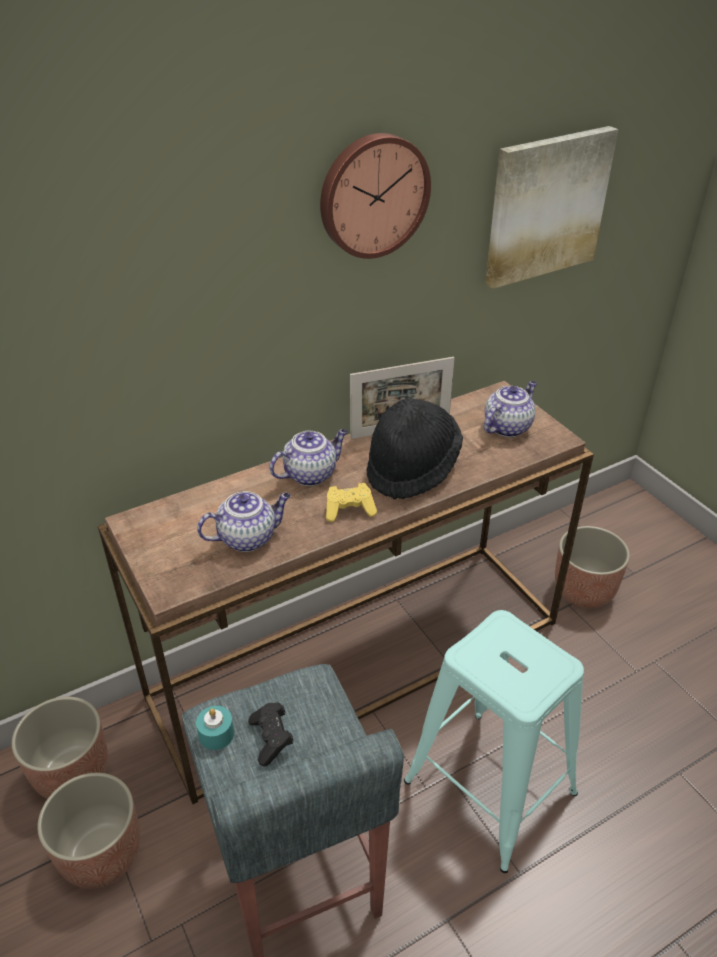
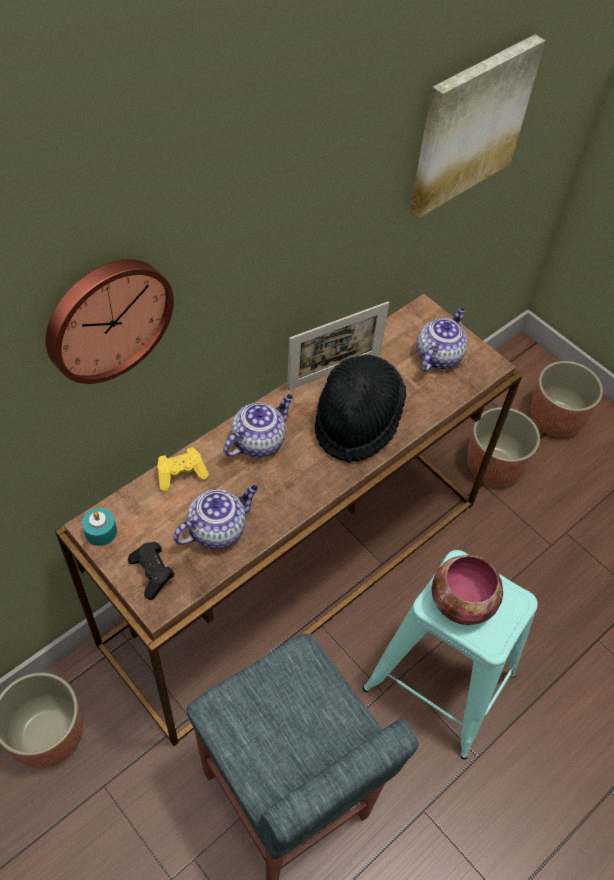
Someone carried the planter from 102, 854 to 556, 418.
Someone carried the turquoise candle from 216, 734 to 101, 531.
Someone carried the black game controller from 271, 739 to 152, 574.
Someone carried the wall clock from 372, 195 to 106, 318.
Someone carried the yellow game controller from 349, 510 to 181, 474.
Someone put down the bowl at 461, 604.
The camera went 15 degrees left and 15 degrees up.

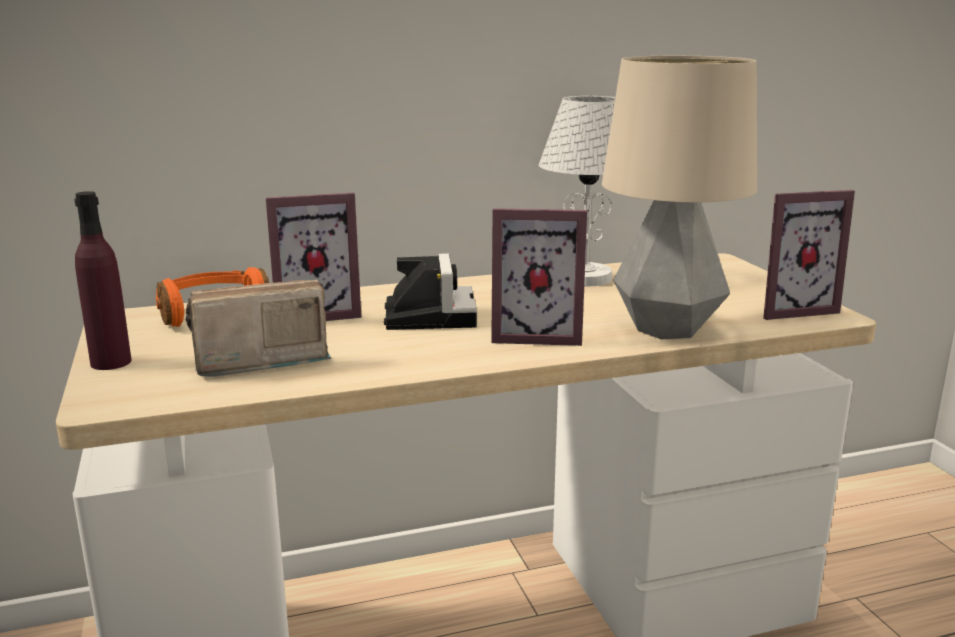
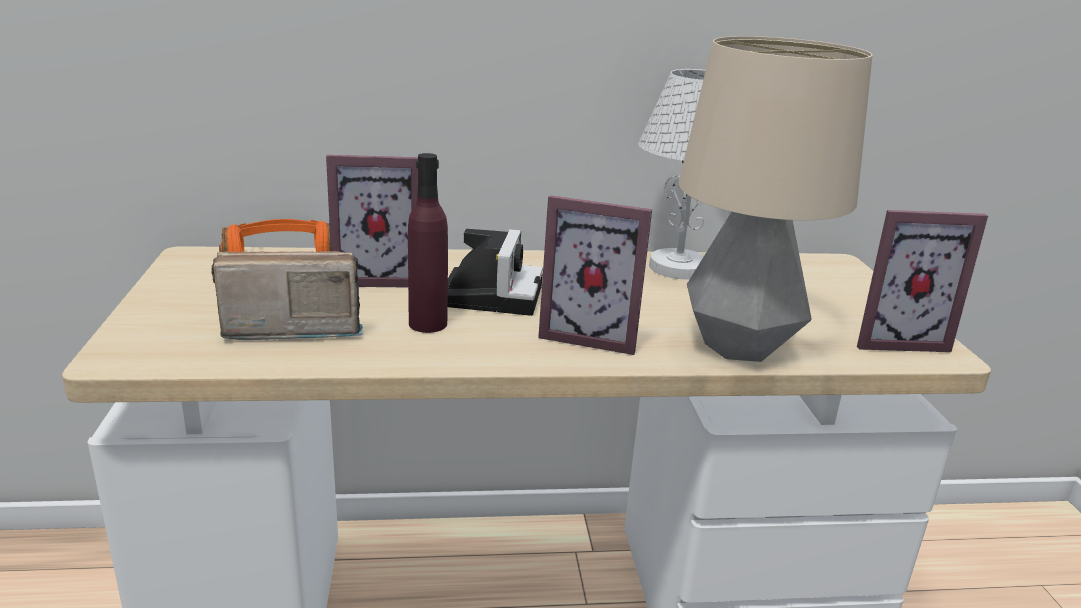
Someone carried the purple bottle from 111, 362 to 428, 324.
The camera went 10 degrees right and 5 degrees up.

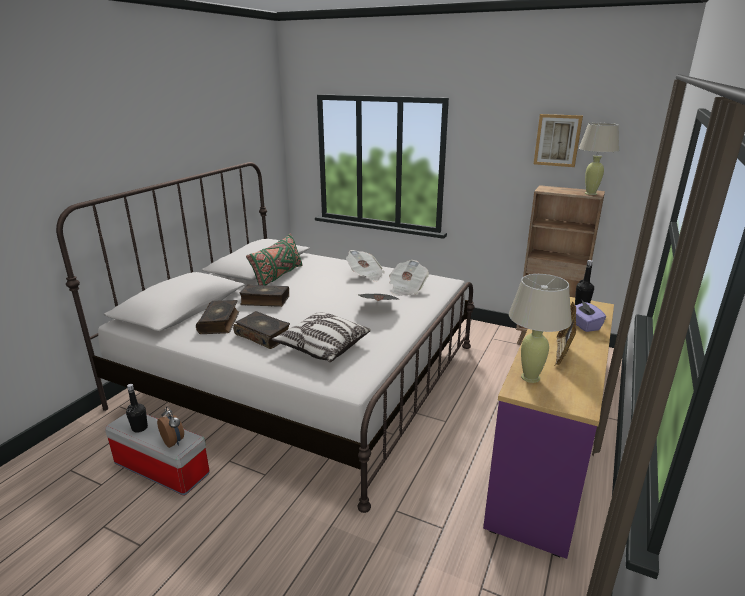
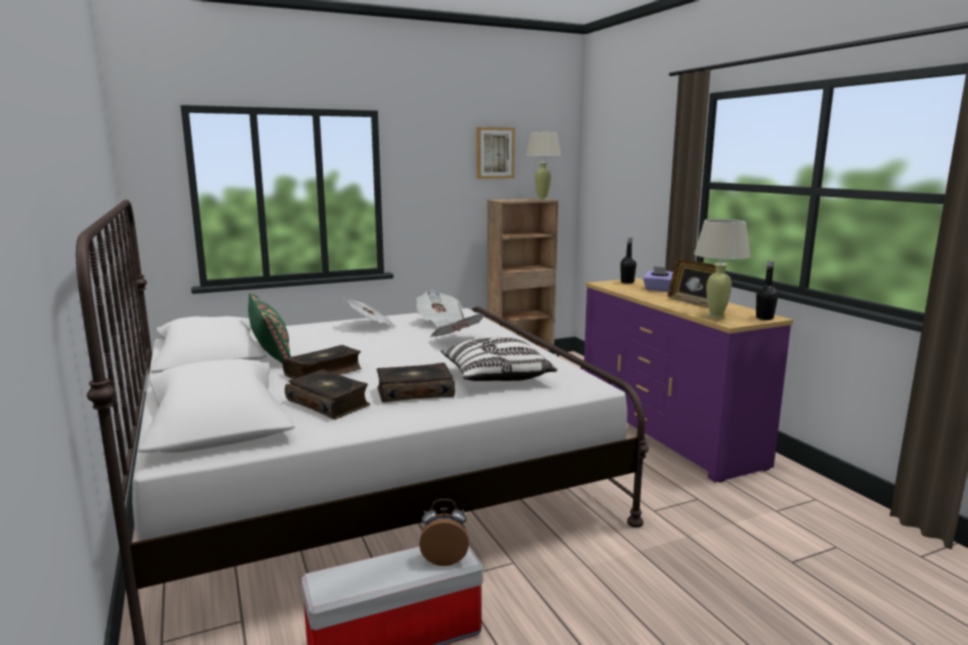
Someone carried the black bottle from 140, 428 to 764, 318.
The camera went 50 degrees left and 10 degrees down.

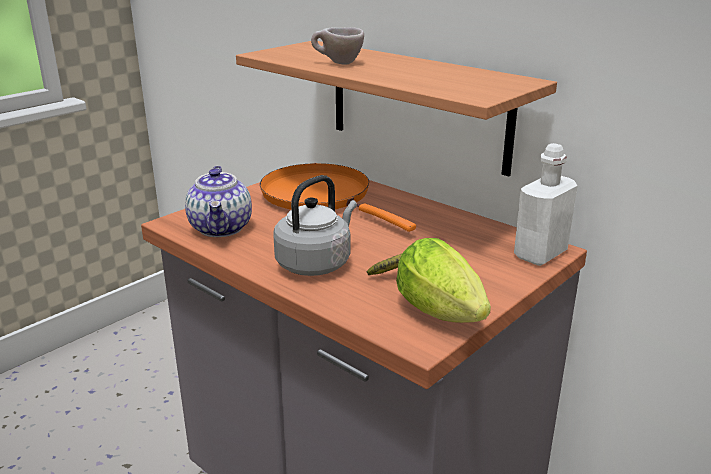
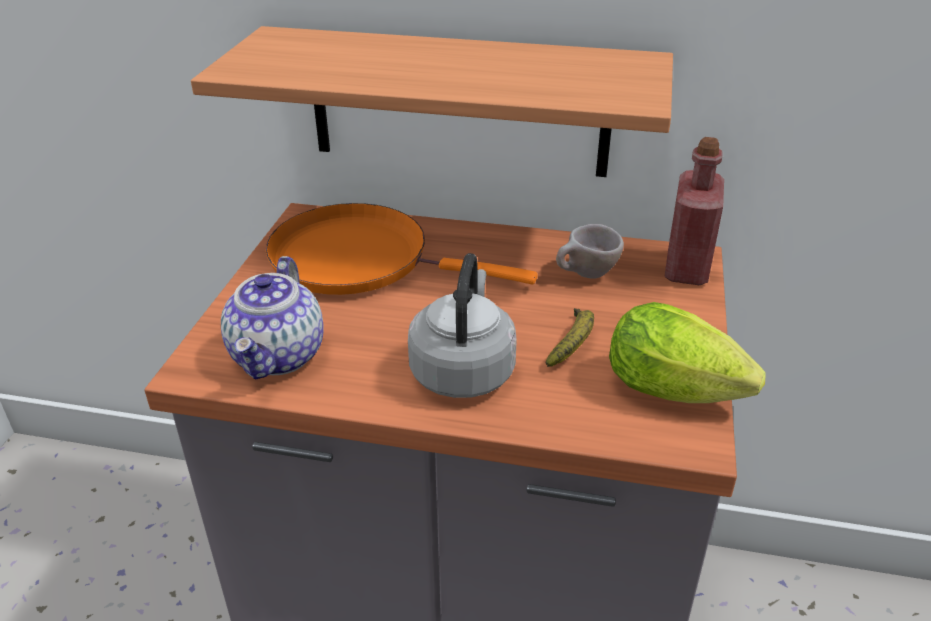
Someone rotated the teapot at 222, 228 by 45 degrees clockwise.
Someone carried the beige cup from 338, 63 to 585, 276.
Someone repainted the white bottle at 540, 254, which became the red bottle at 686, 268.
The camera went 30 degrees left and 10 degrees up.

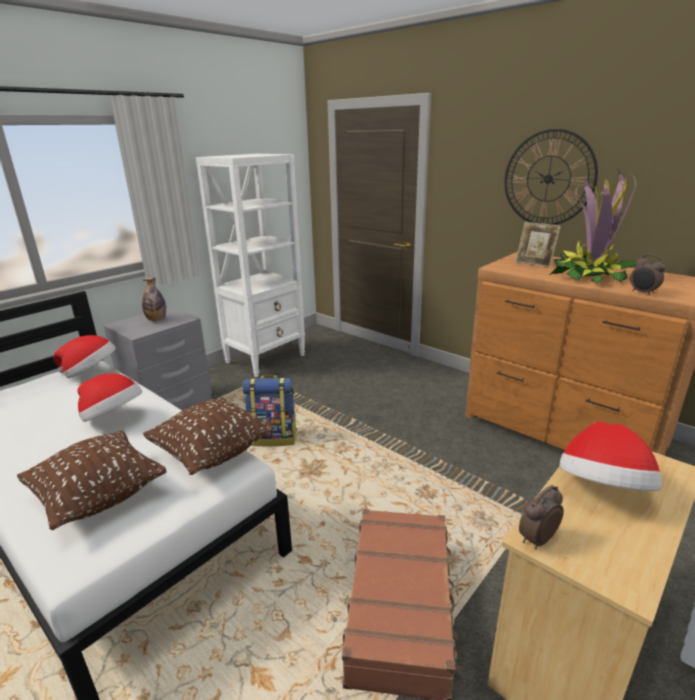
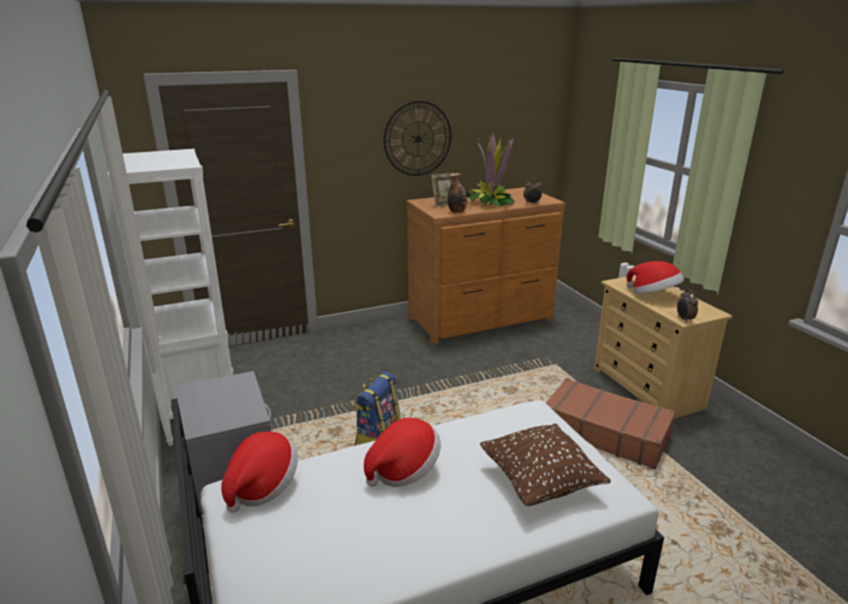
Someone carried the bottle from 156, 319 to 457, 211.
Someone took away the brown pillow at 212, 453.
The camera went 65 degrees left and 0 degrees up.

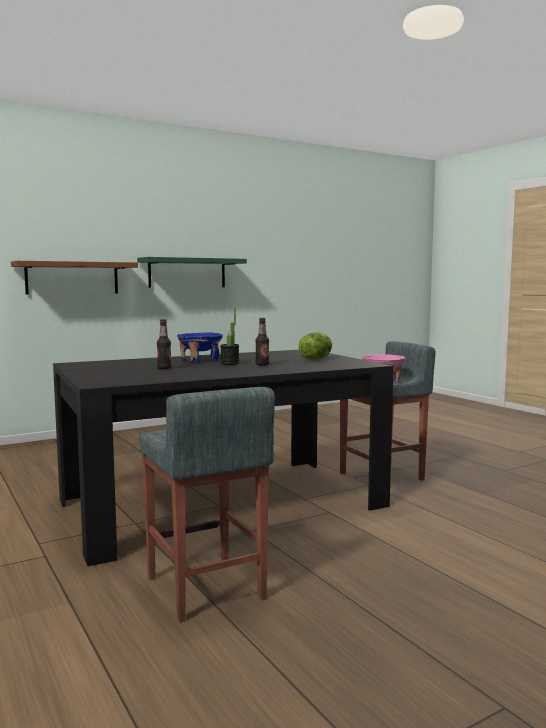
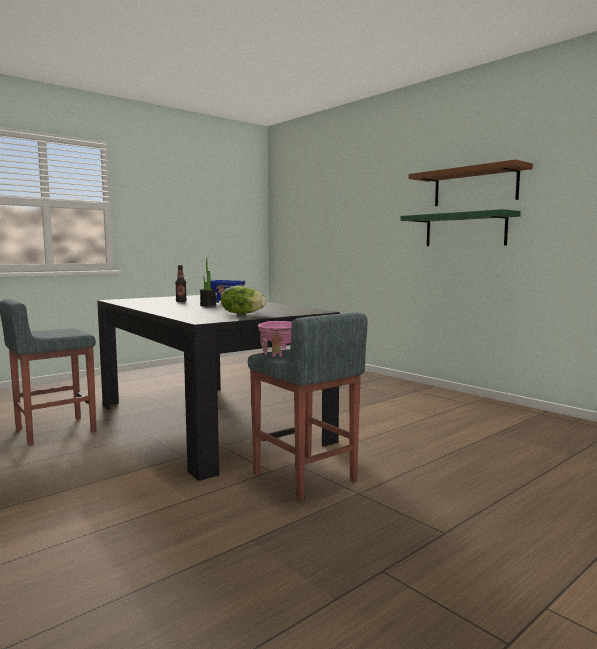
Someone carried the brown shelf from 72, 278 to 475, 187.
Someone took away the bottle at 262, 365.
The camera went 80 degrees right and 0 degrees up.

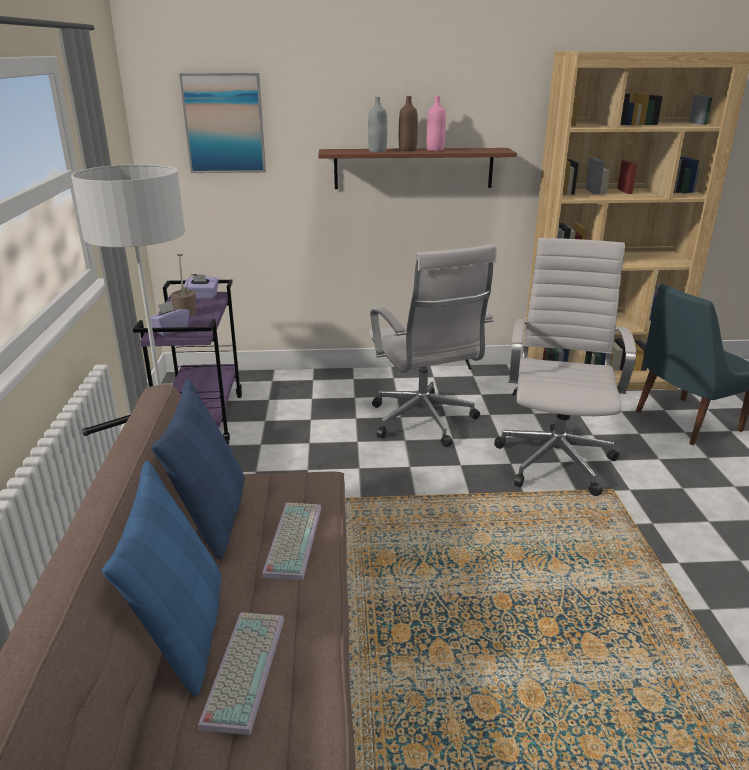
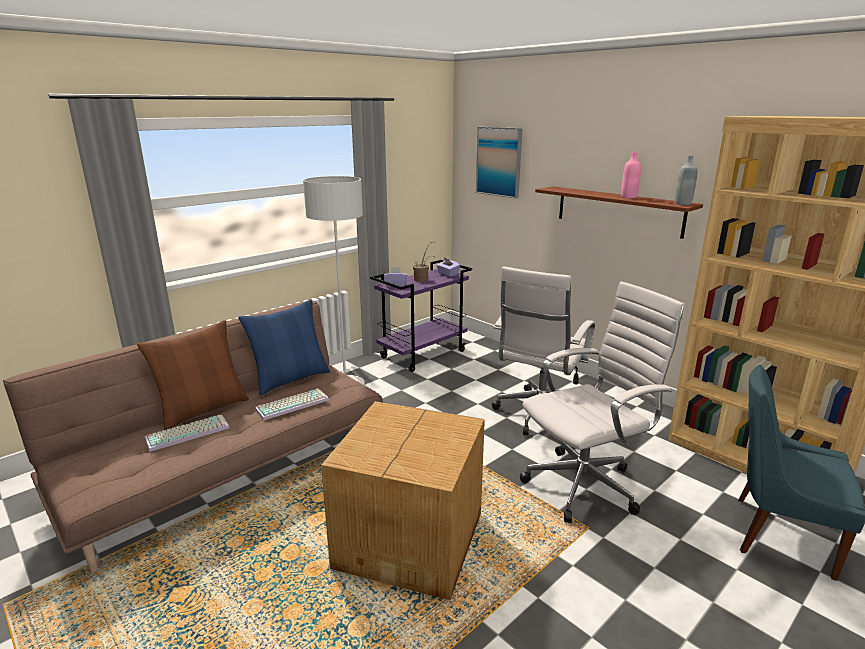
Someone repainted the blue pillow at 183, 630, which became the brown pillow at 203, 410.
Someone carried the grey bottle from 377, 151 to 683, 203.
Someone took away the brown bottle at 407, 149.
Someone put down the cardboard box at 412, 539.
The camera went 50 degrees right and 5 degrees down.

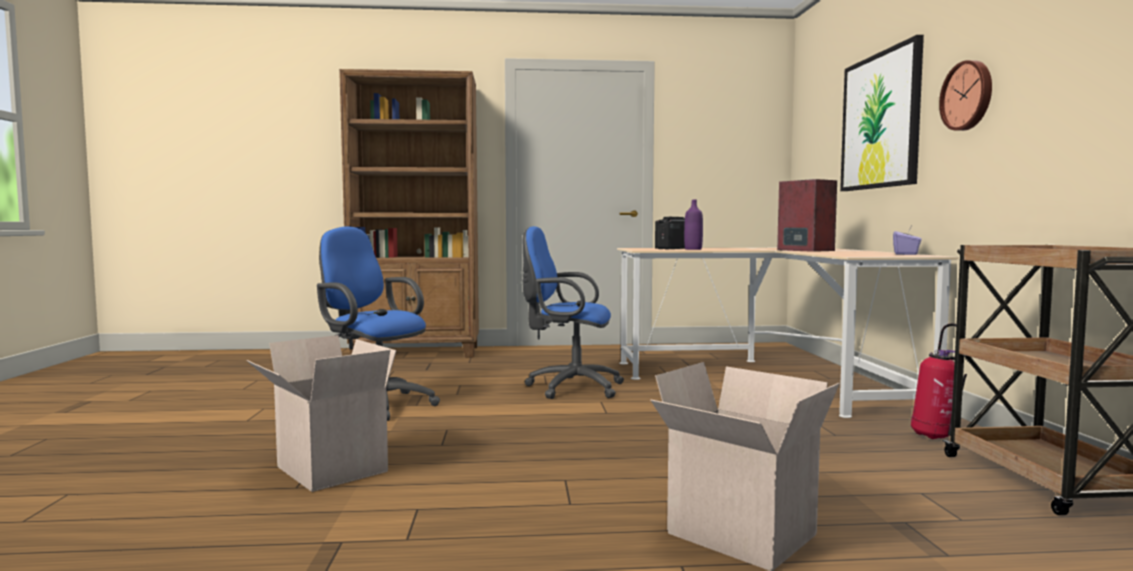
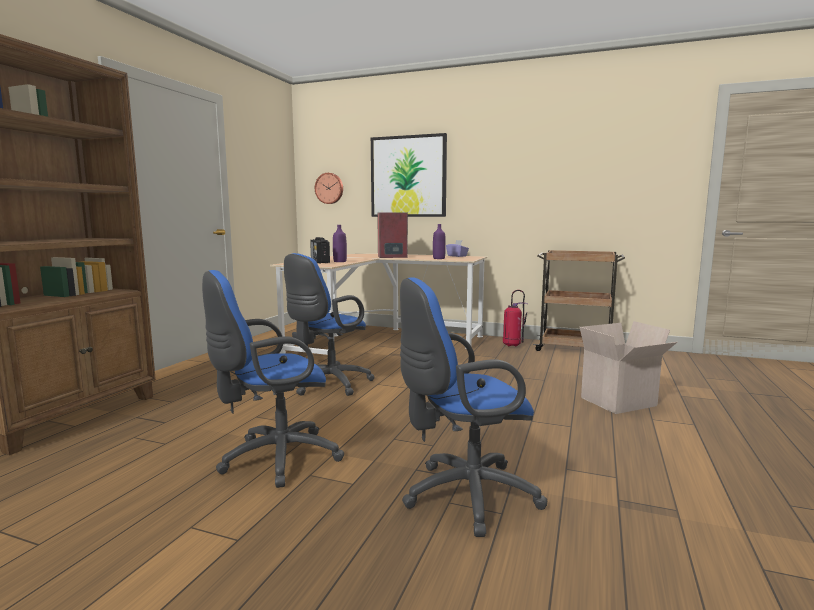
Someone swapped the cardboard box at 327, 469 for the blue office chair at 463, 496.
Someone carried the wall clock from 968, 96 to 329, 188.
Someone put down the purple bottle at 439, 258.
The camera went 65 degrees left and 5 degrees up.

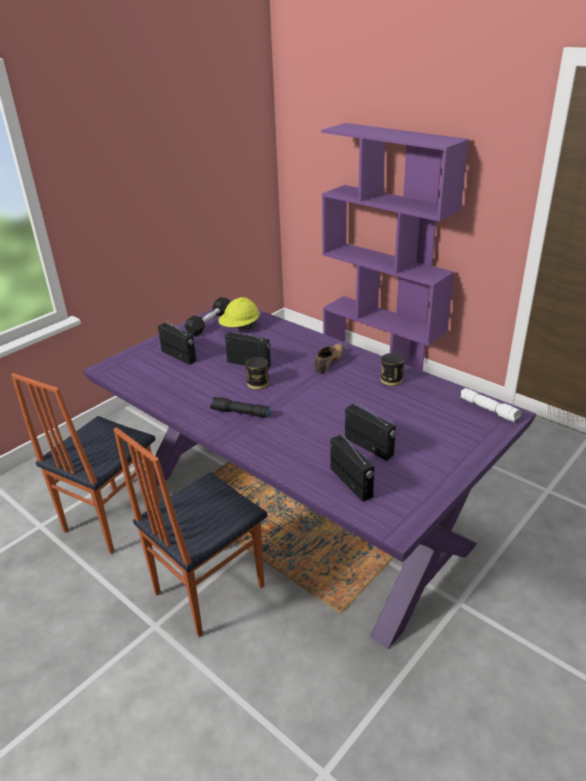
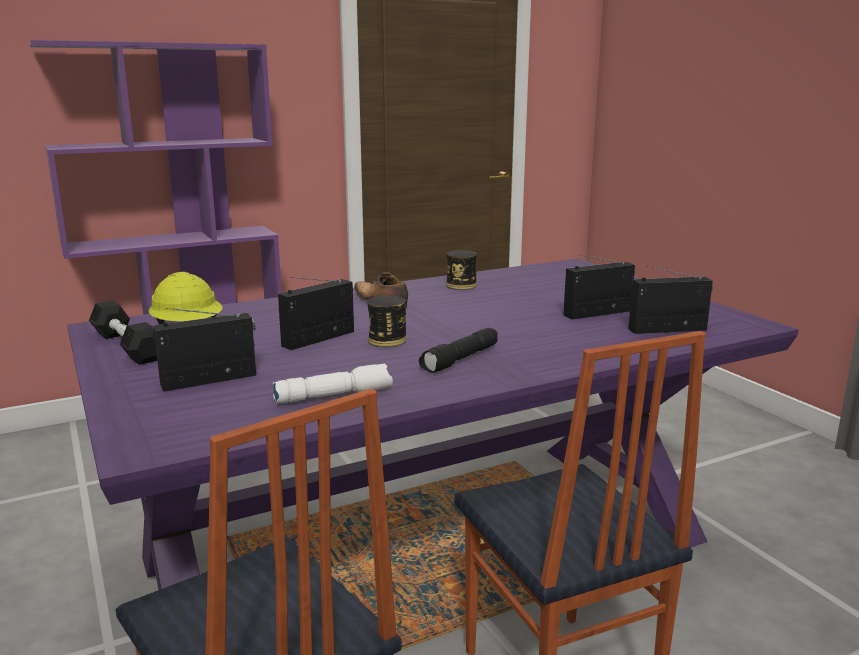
Someone carried the white flashlight from 489, 409 to 334, 395.
The camera went 70 degrees left and 15 degrees down.

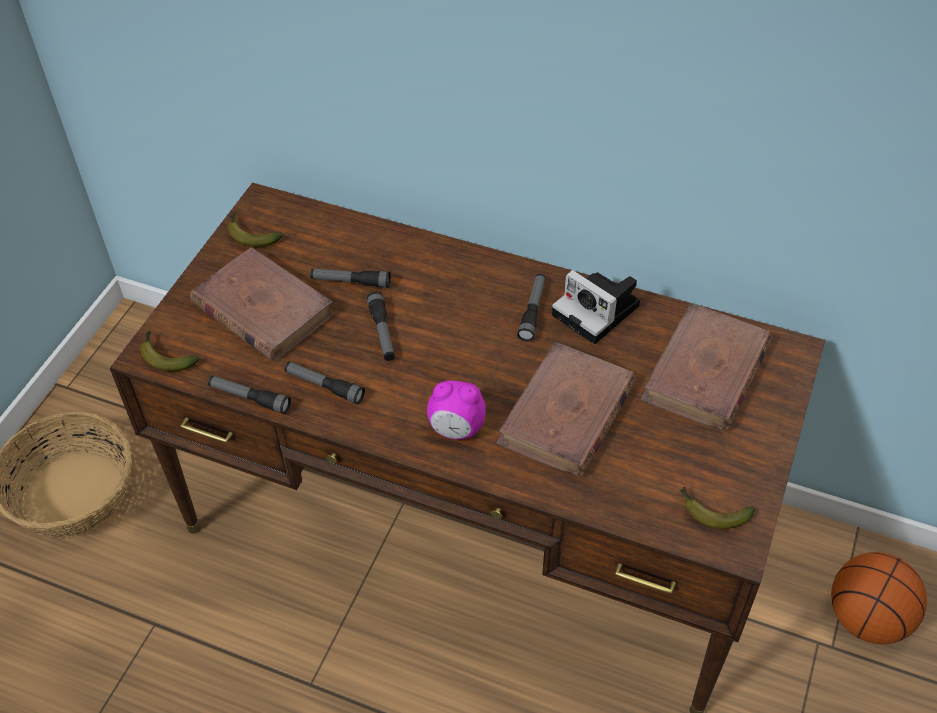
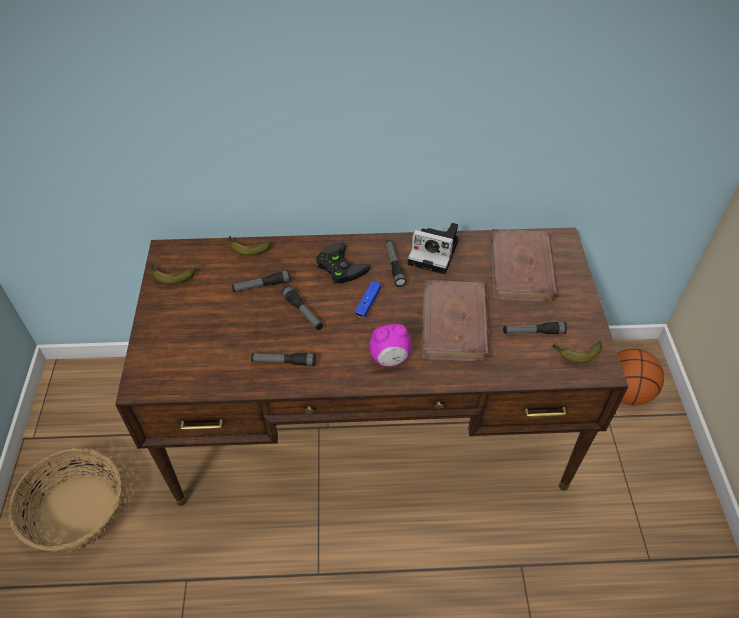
Someone carried the banana from 165, 357 to 247, 248.
Someone took away the brown book at 262, 309.
Someone carried the flashlight from 249, 398 to 533, 332.
Someone put down the black game controller at 338, 266.
Someone put down the blue game controller at 368, 303.
The camera went 25 degrees left and 0 degrees up.

